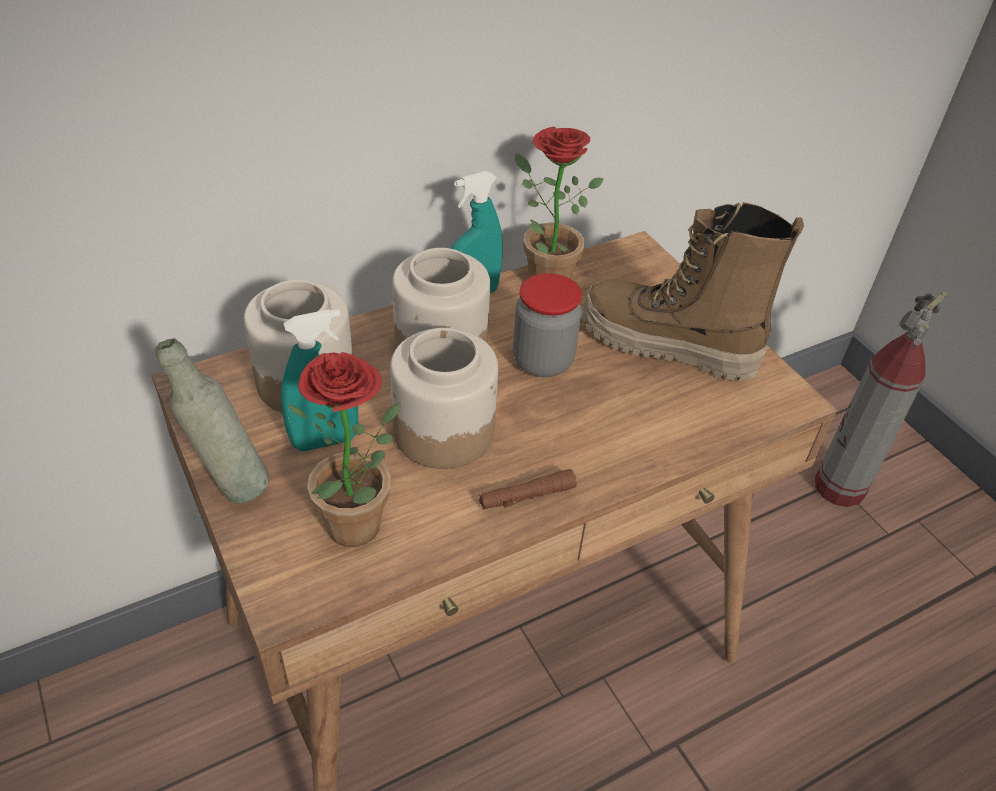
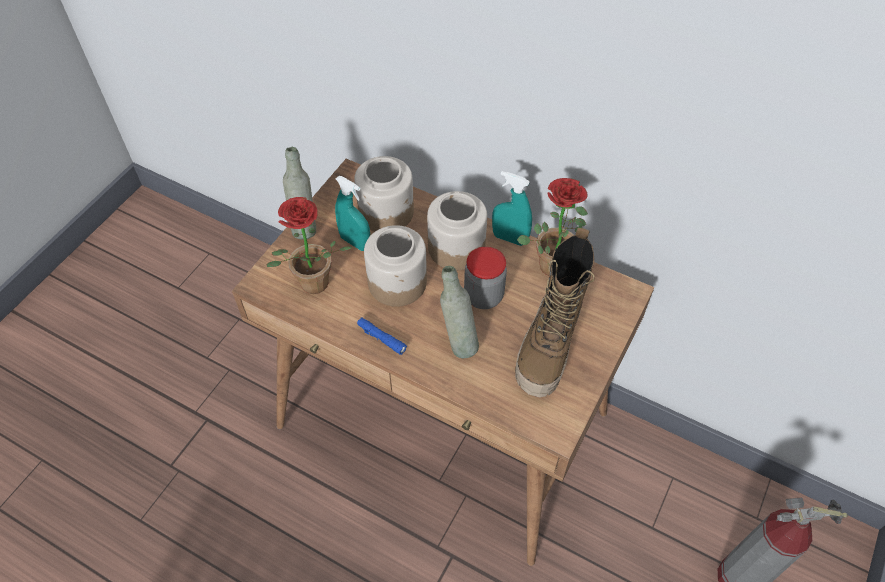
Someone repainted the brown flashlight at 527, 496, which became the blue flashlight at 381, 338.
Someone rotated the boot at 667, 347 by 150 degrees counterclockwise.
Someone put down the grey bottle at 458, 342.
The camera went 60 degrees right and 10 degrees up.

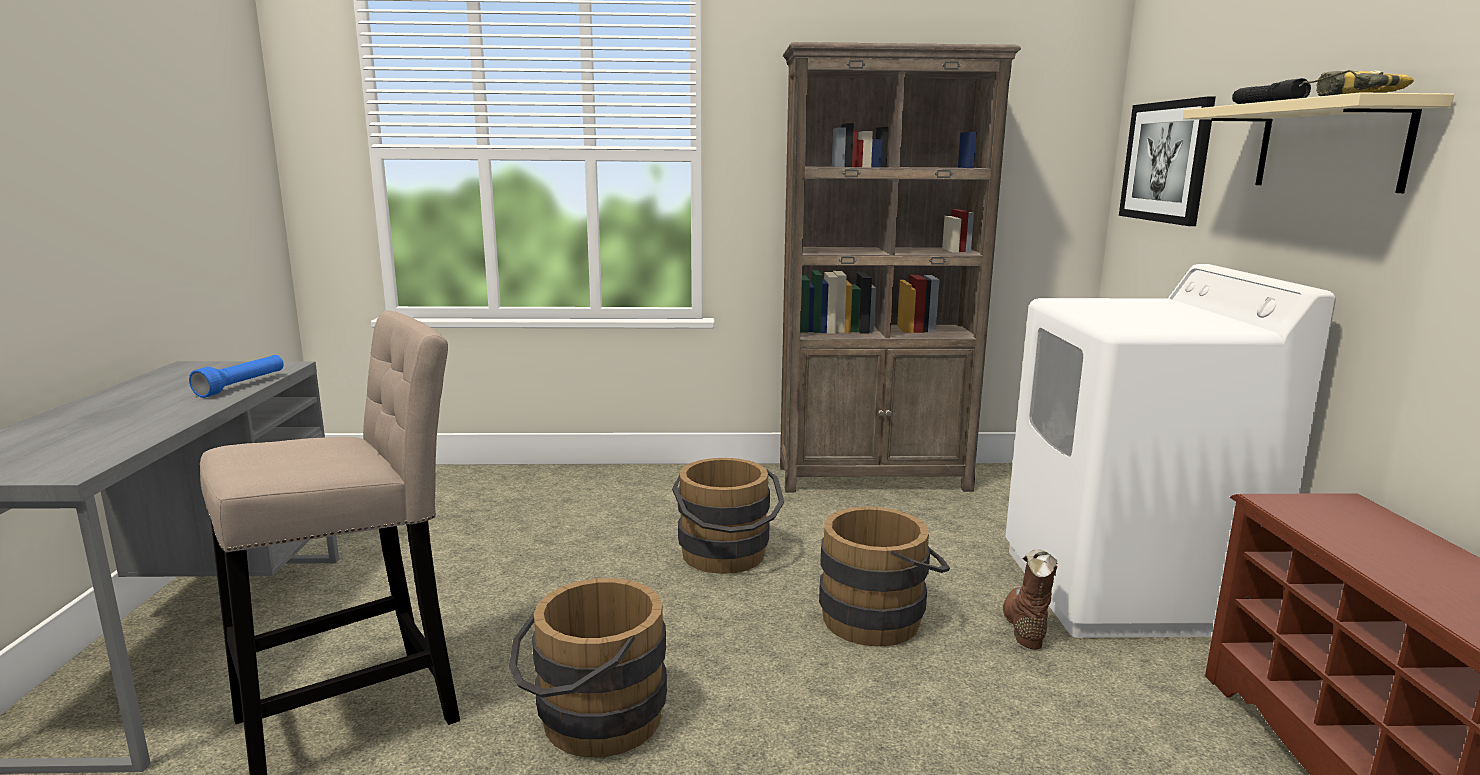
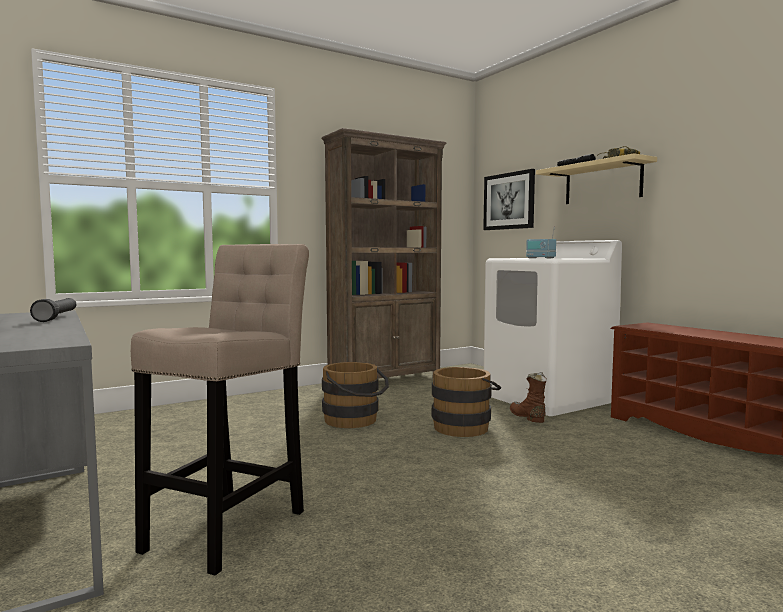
Someone repainted the blue flashlight at 242, 386, which became the black flashlight at 57, 317.
Someone took away the brown bucket at 590, 722.
Someone put down the radio at 540, 258.
The camera went 30 degrees left and 10 degrees down.

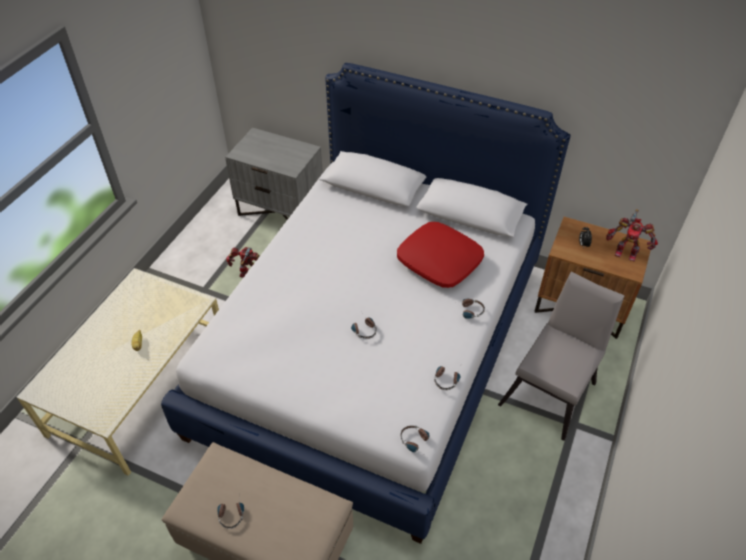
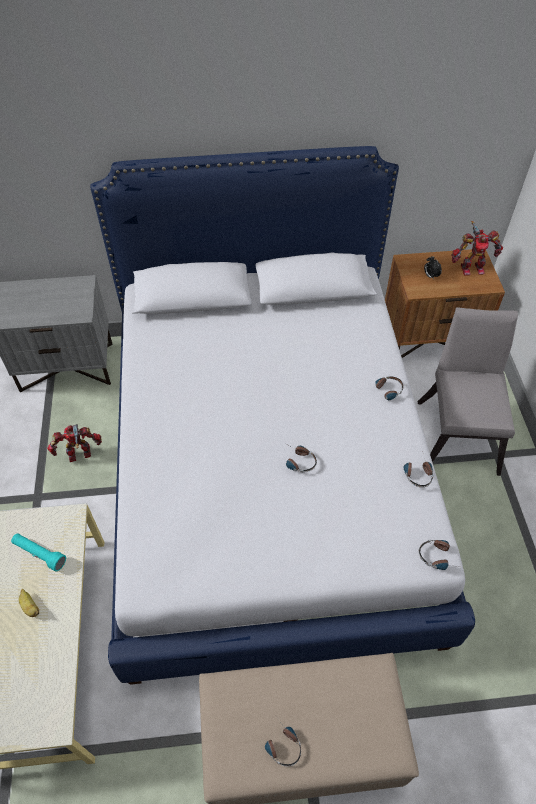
Someone took away the red pillow at 440, 261.
Someone put down the turquoise flashlight at 39, 554.
The camera went 30 degrees left and 5 degrees up.

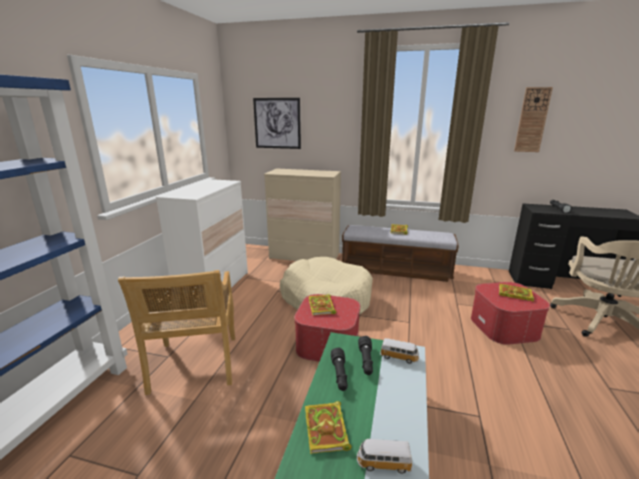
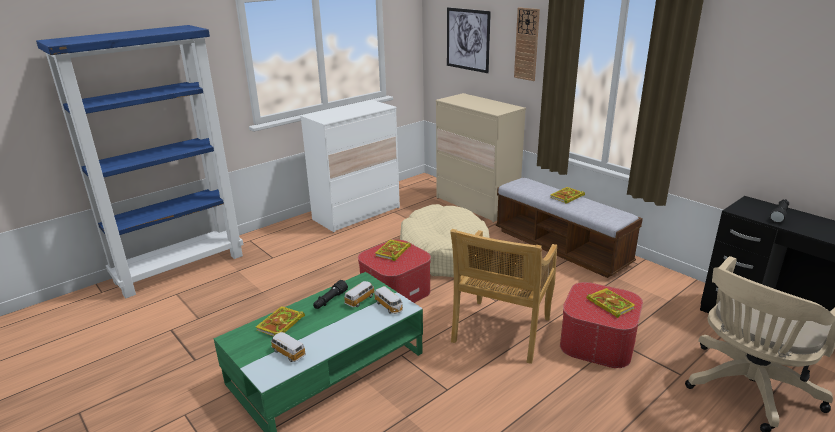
Someone carried the beige chair from 195, 365 to 501, 331.
Someone swapped the black flashlight at 366, 361 for the toy car at 360, 299.
Someone carried the wall clock from 532, 120 to 527, 44.
The camera went 35 degrees right and 5 degrees up.

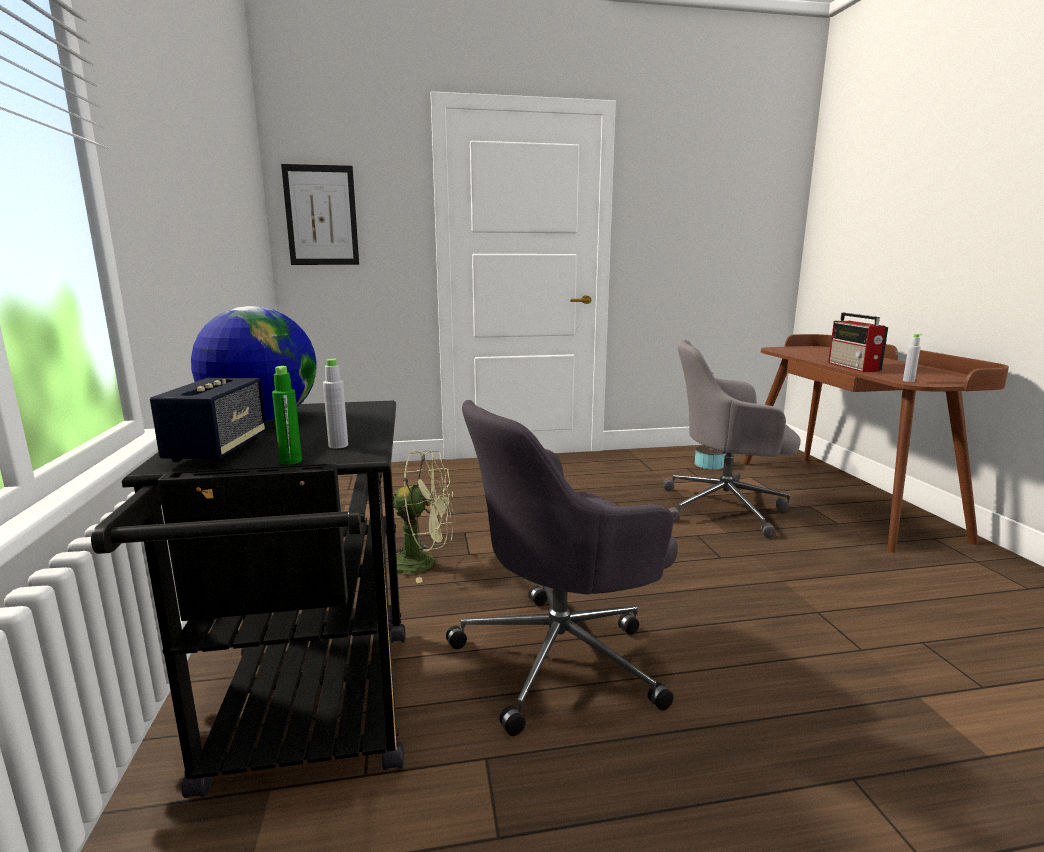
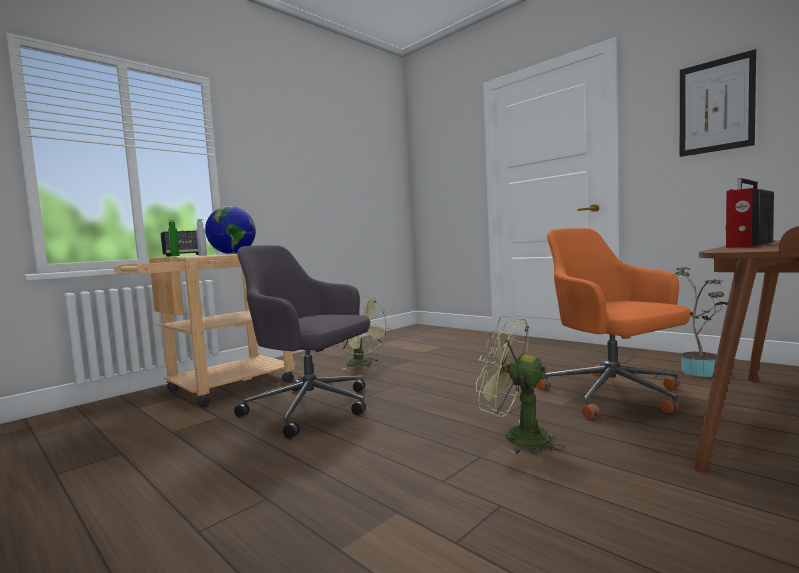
Someone repainted the black cart at 311, 721, which became the beige cart at 220, 389.
Someone carried the picture from 321, 216 to 715, 106.
Someone repainted the grey office chair at 726, 508, which became the orange office chair at 613, 395.
Someone took away the grey bottle at 908, 381.
Someone put down the green fan at 516, 437.
The camera went 55 degrees right and 10 degrees down.

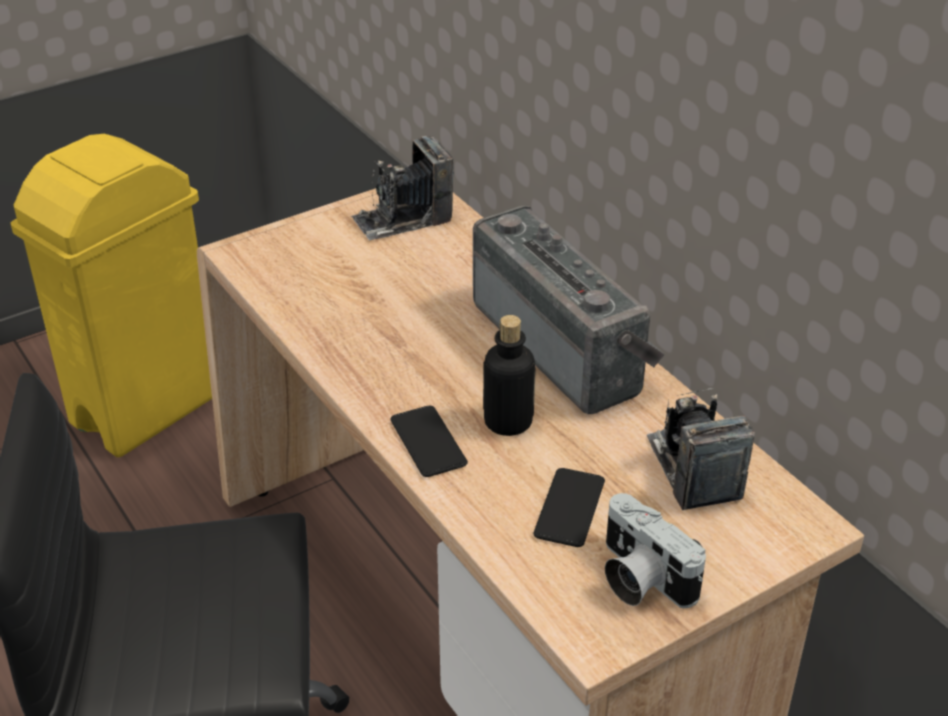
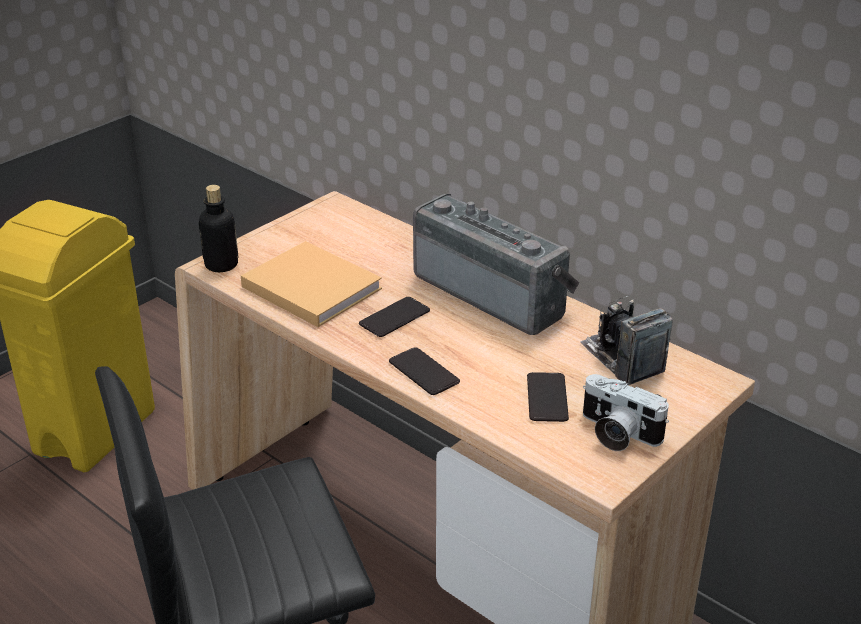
Someone took away the photo camera at 403, 219.
Someone carried the bottle from 508, 421 to 221, 265.
Someone put down the beige book at 309, 286.
Someone put down the phone at 394, 318.
The camera went 15 degrees left and 5 degrees down.

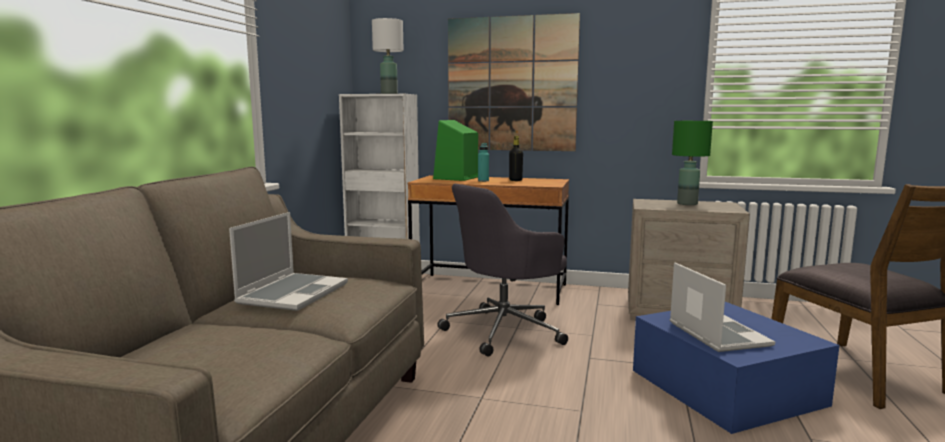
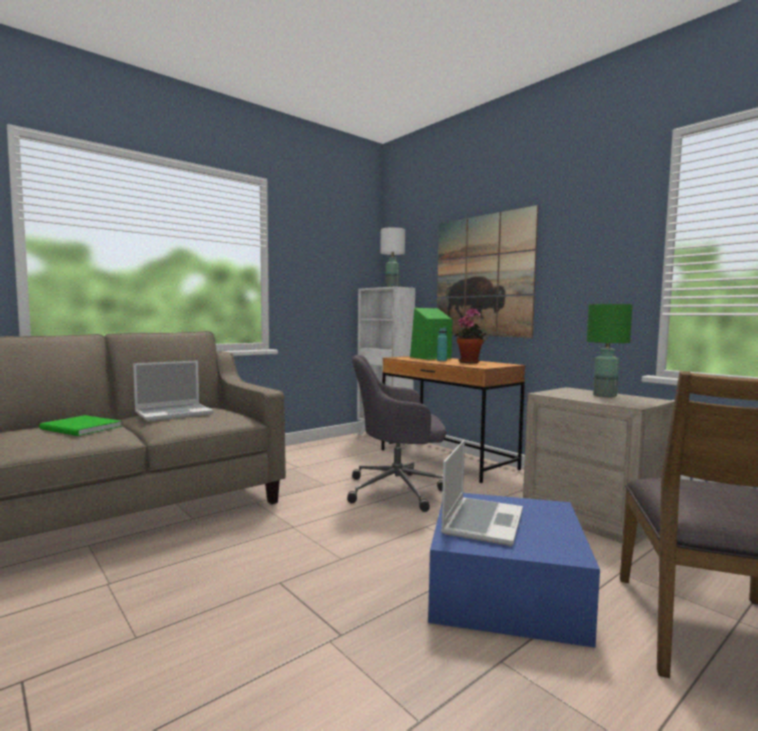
Someone swapped the black bottle at 515, 180 for the potted plant at 470, 362.
Someone put down the green book at 81, 428.
The camera went 35 degrees right and 5 degrees down.

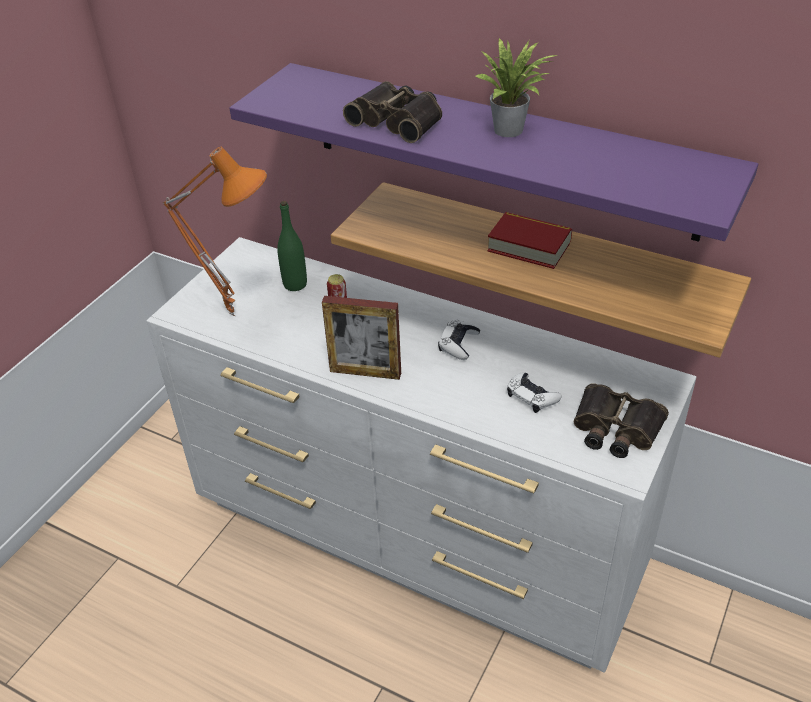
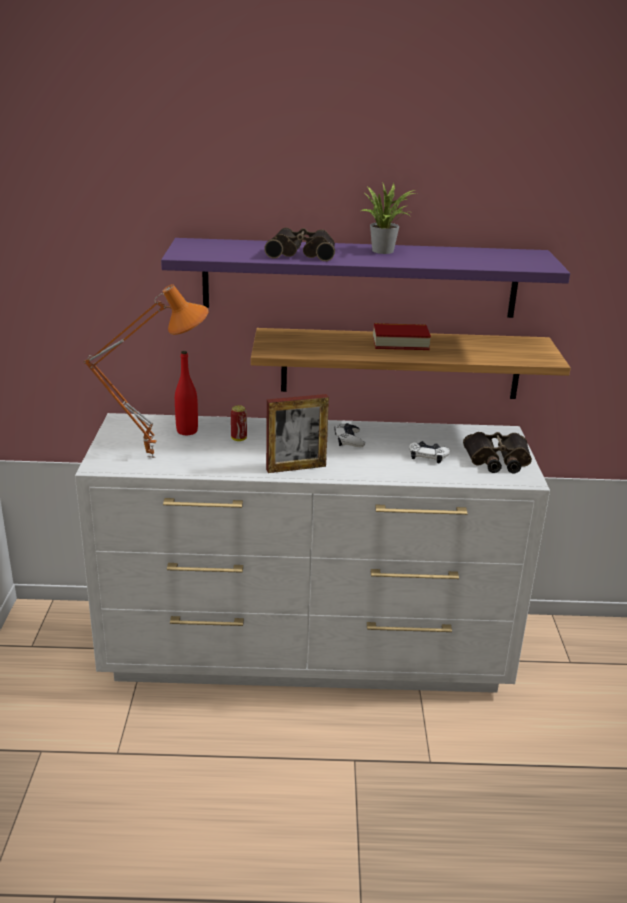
Someone repainted the green bottle at 295, 284, which became the red bottle at 187, 431.
The camera went 30 degrees left and 15 degrees down.

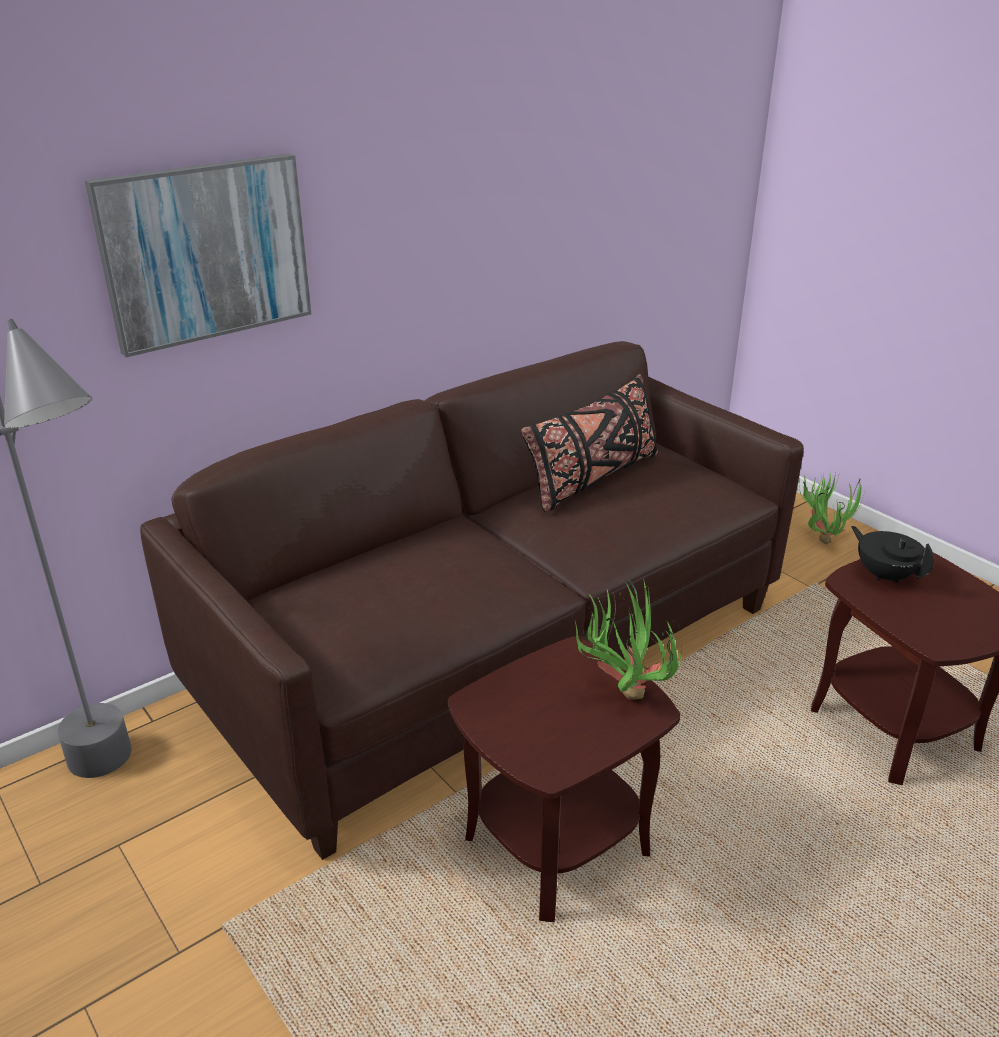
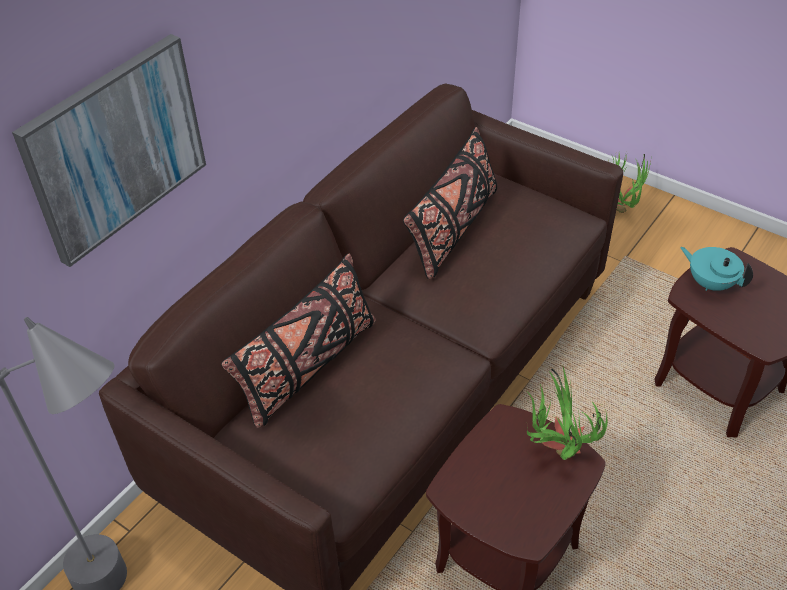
Someone repainted the black teapot at 885, 575, which became the turquoise teapot at 710, 283.
Someone put down the black pillow at 308, 367.
The camera went 15 degrees left and 15 degrees up.

